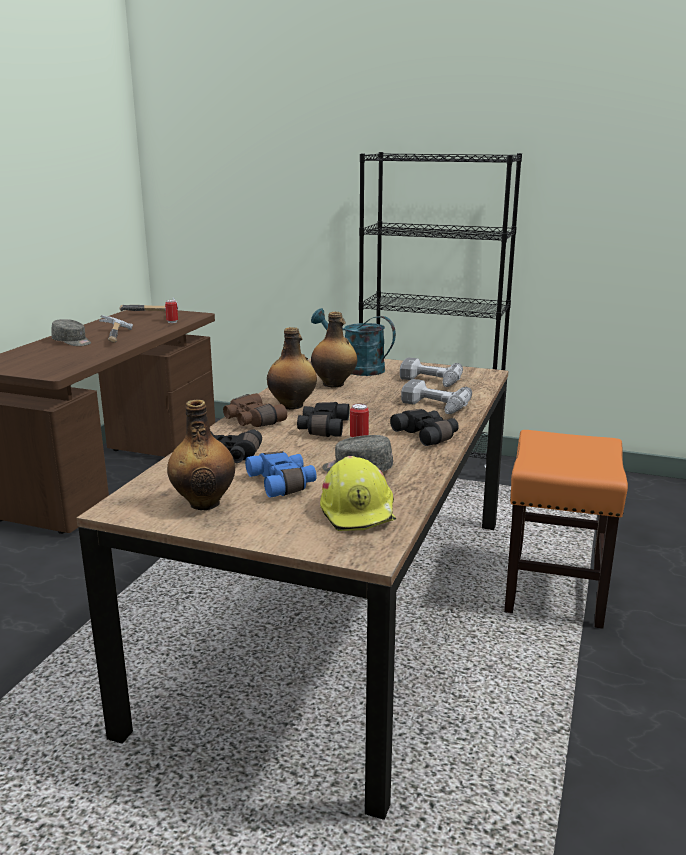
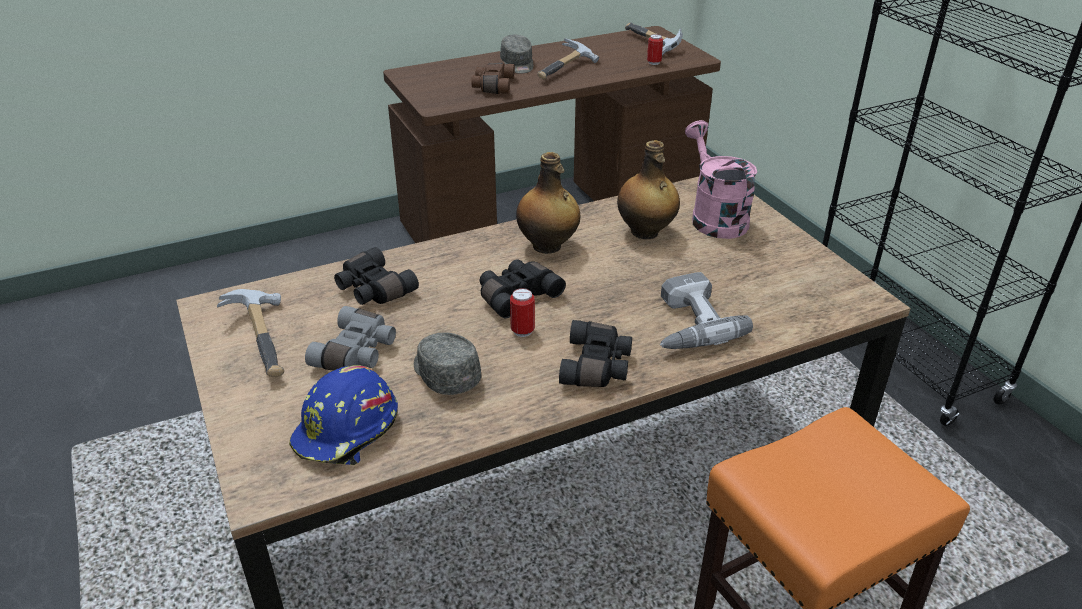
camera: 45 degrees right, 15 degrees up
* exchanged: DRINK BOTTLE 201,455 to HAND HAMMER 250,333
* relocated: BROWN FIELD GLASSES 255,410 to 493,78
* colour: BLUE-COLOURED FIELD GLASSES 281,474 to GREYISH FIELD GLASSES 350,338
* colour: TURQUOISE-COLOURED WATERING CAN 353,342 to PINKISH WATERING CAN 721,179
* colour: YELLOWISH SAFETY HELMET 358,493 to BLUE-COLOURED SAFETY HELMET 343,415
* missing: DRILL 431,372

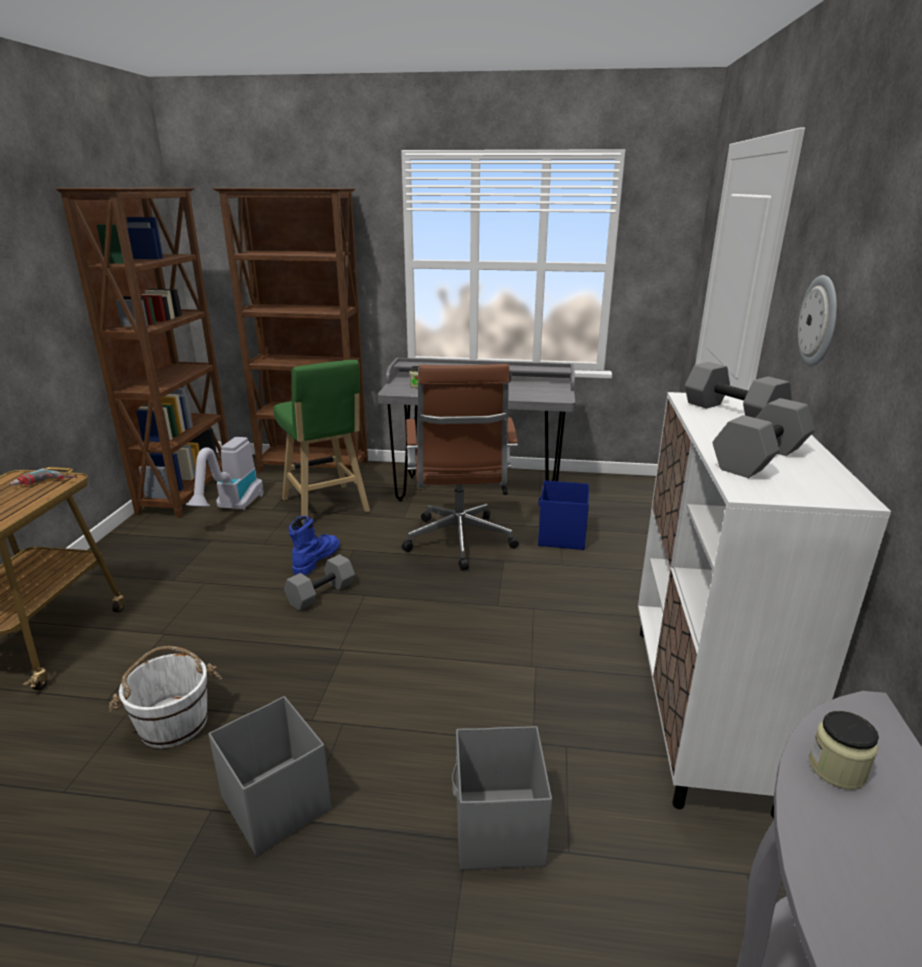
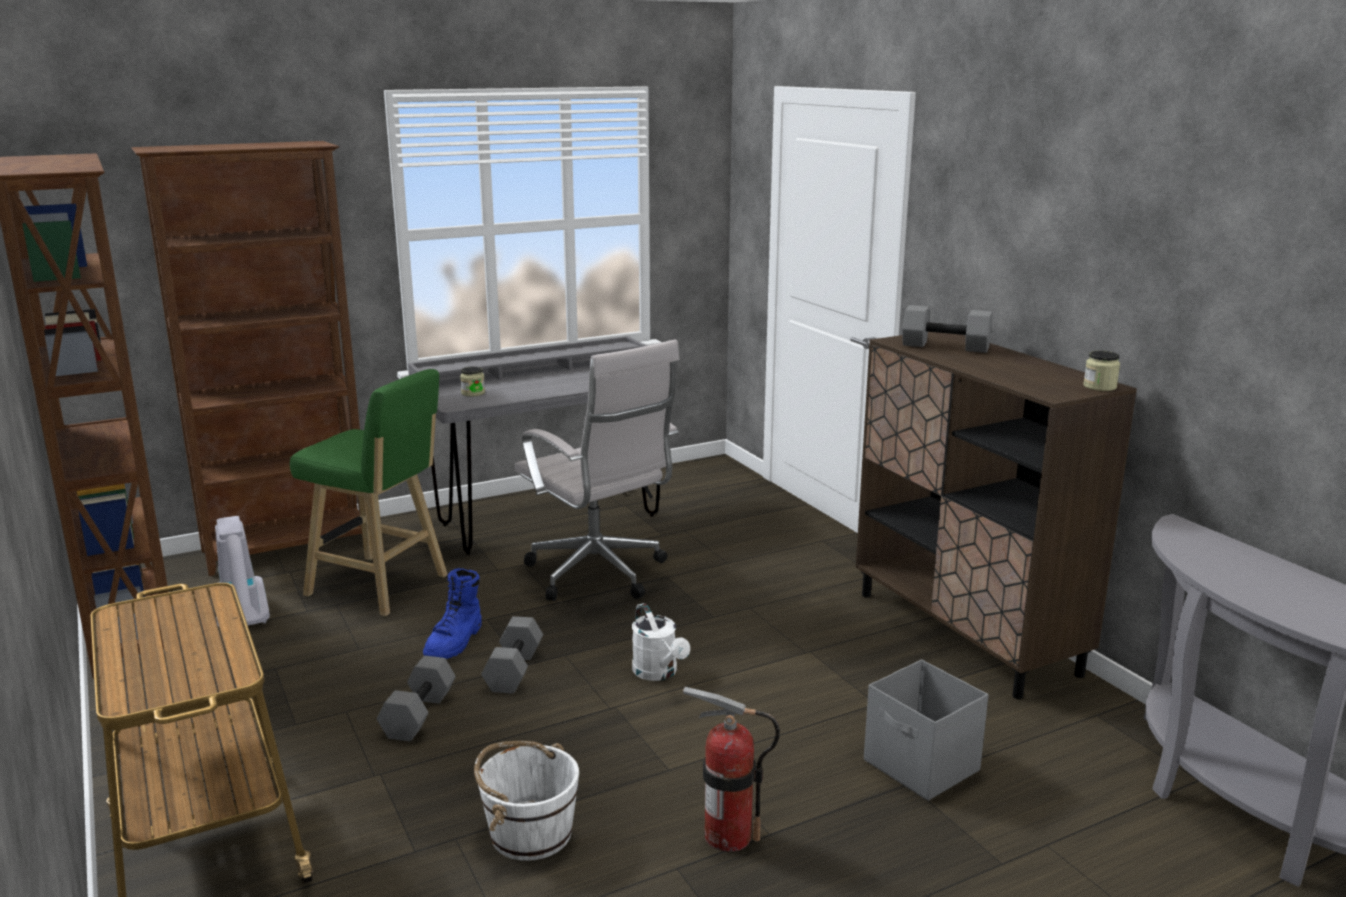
camera: 35 degrees left, 5 degrees down
* missing: DRILL 43,477
* exchanged: GREYISH STORAGE BOX 269,776 to FIRE-FIGHTING CYLINDER 731,769
* spun: BLUE-COLOURED TALL BOOT 314,545 = 452,613 150 degrees counterclockwise
* colour: BROWN DESK CHAIR 460,467 to WHITISH DESK CHAIR 597,470
* missing: BLUE-COLOURED STORAGE BOX 563,515
* colour: WHITISH CUPBOARD 764,605 to BROWN CUPBOARD 996,515
* relocated: GREYISH FREE WEIGHT 764,438 to 416,698
* missing: CLOCK ON THE WALL 817,320
* relocated: PRESERVE JAR 844,750 to 1101,371
* appeared: WHITISH WATERING CAN 661,642

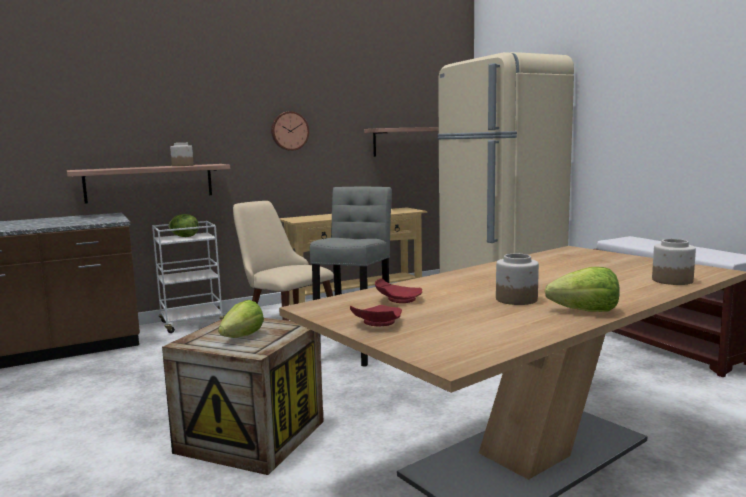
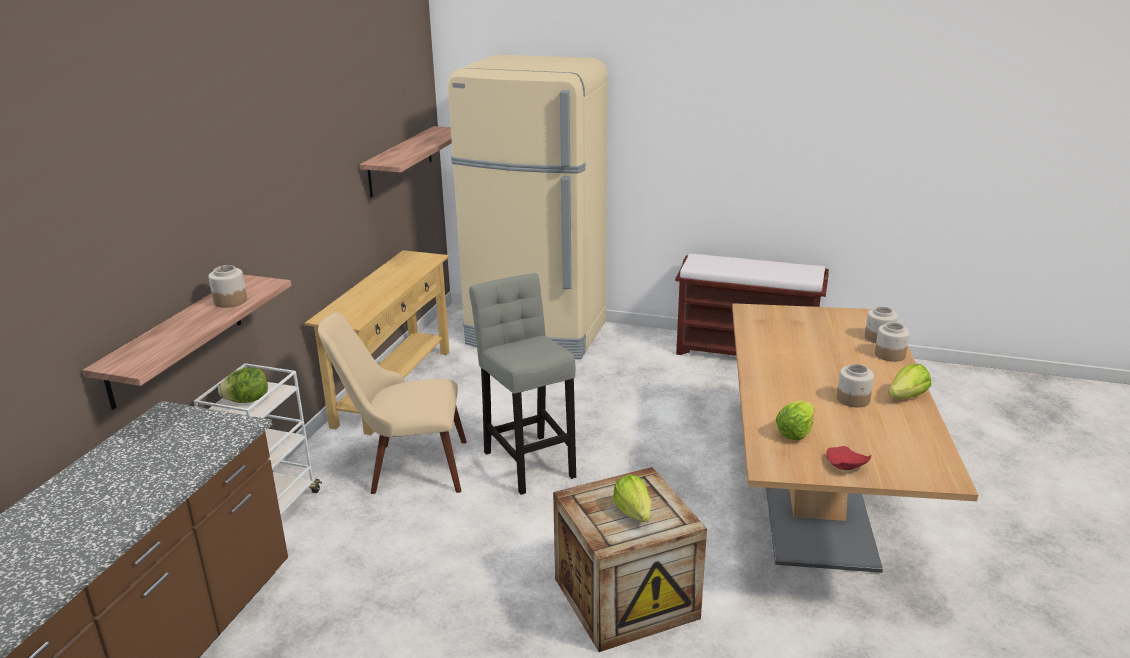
camera: 45 degrees left, 15 degrees up
* missing: CLOCK ON THE WALL 290,131
* exchanged: REDDISH DINNER PLATE 398,290 to LETTUCE 795,420
* appeared: PRESERVE JAR 892,342

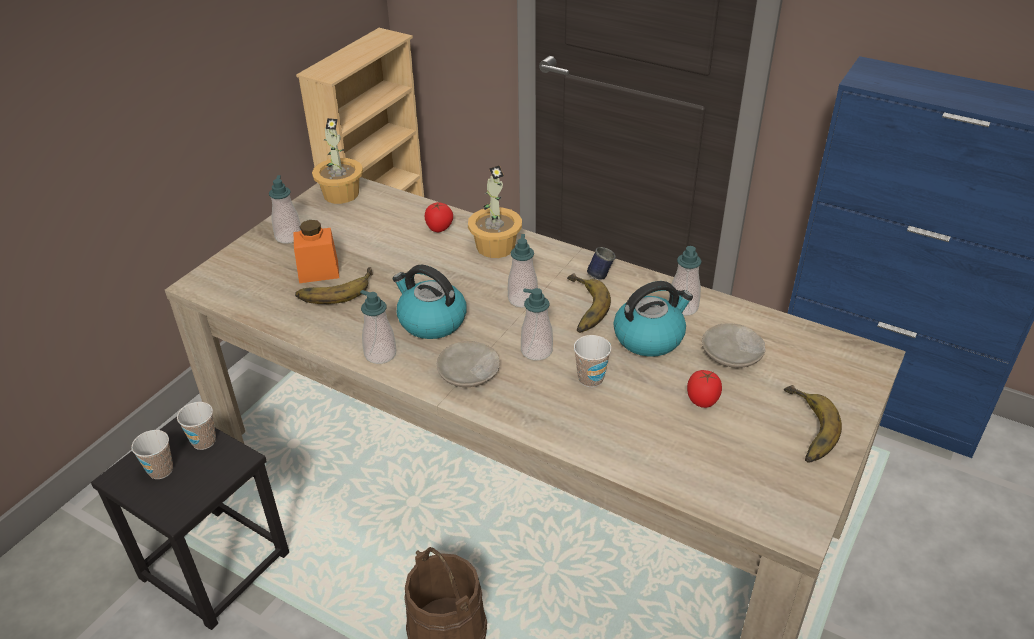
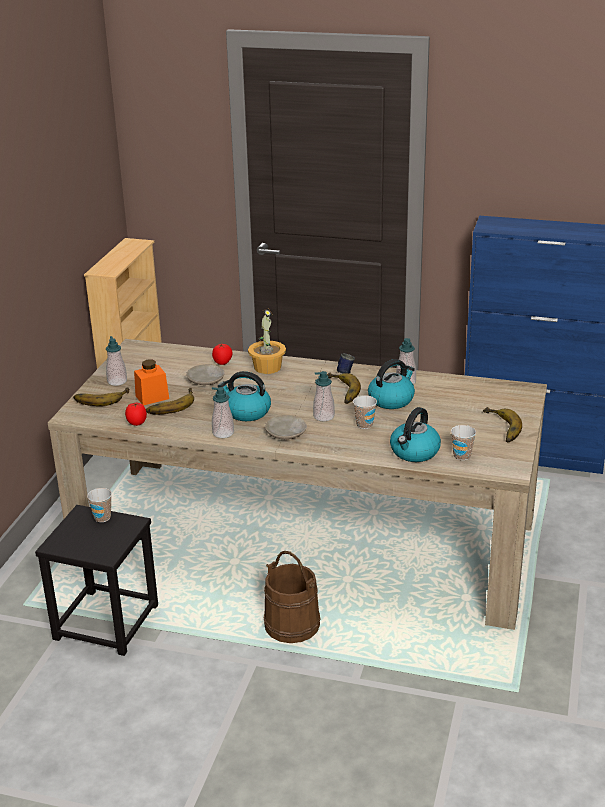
camera: 15 degrees left, 10 degrees down
* relocated: CUP 152,454 to 463,442
* missing: POTTED PLANT 337,161
* missing: LIQUID SOAP BOTTLE 523,271
* relocated: FRESH TOMATO 704,389 to 136,414
* relocated: BEIGE DINNER PLATE 733,345 to 205,374
* appeared: BANANA 101,396
* appeared: KETTLE 415,434

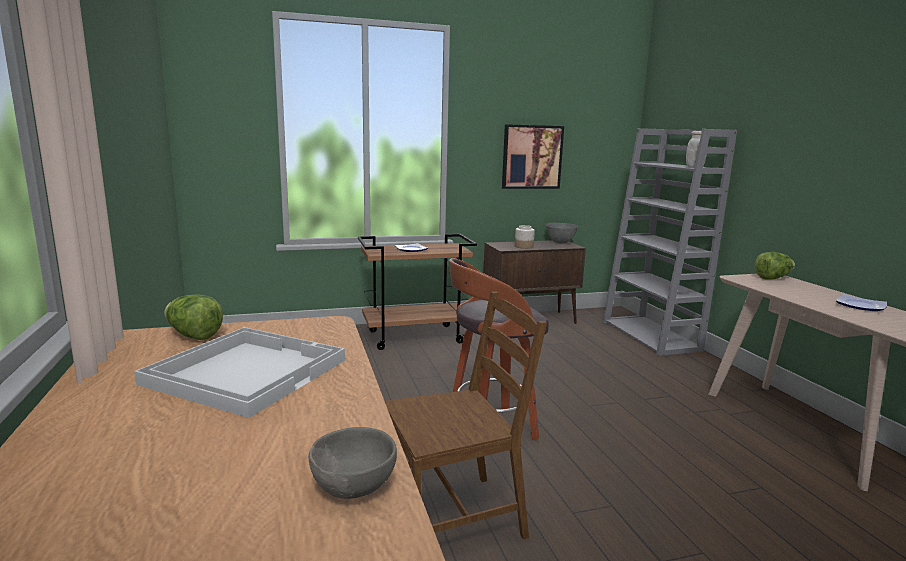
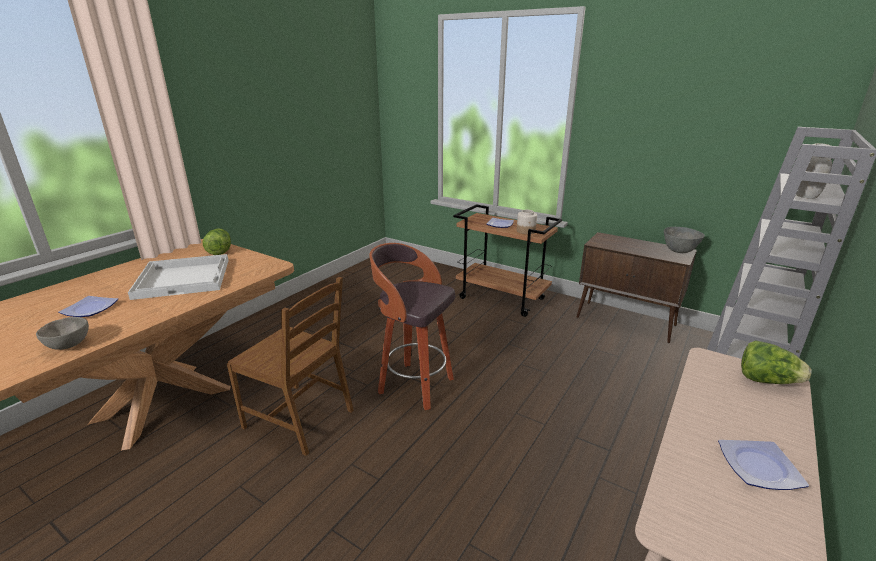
camera: 50 degrees right, 10 degrees up
* missing: PICTURE 533,156
* relocated: PRESERVE JAR 525,237 to 527,222
* appeared: DINNER PLATE 88,306

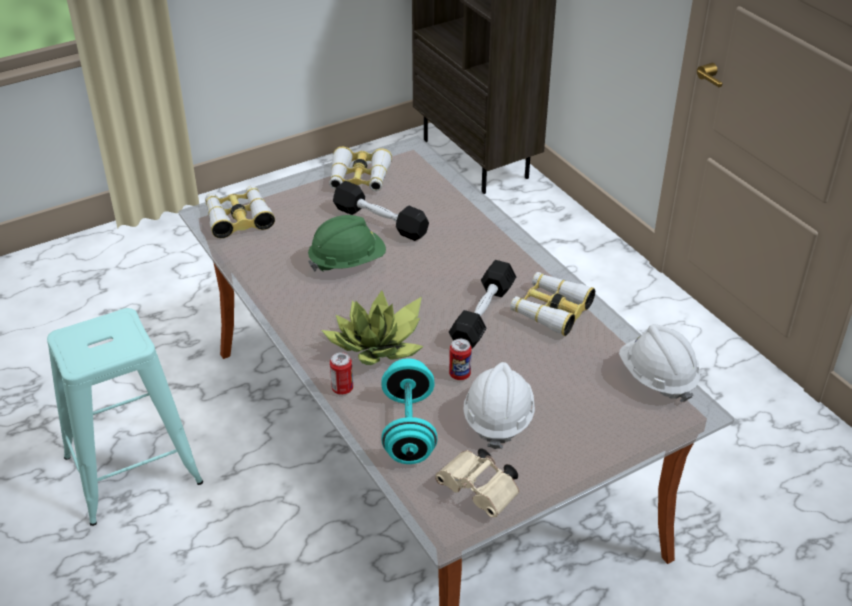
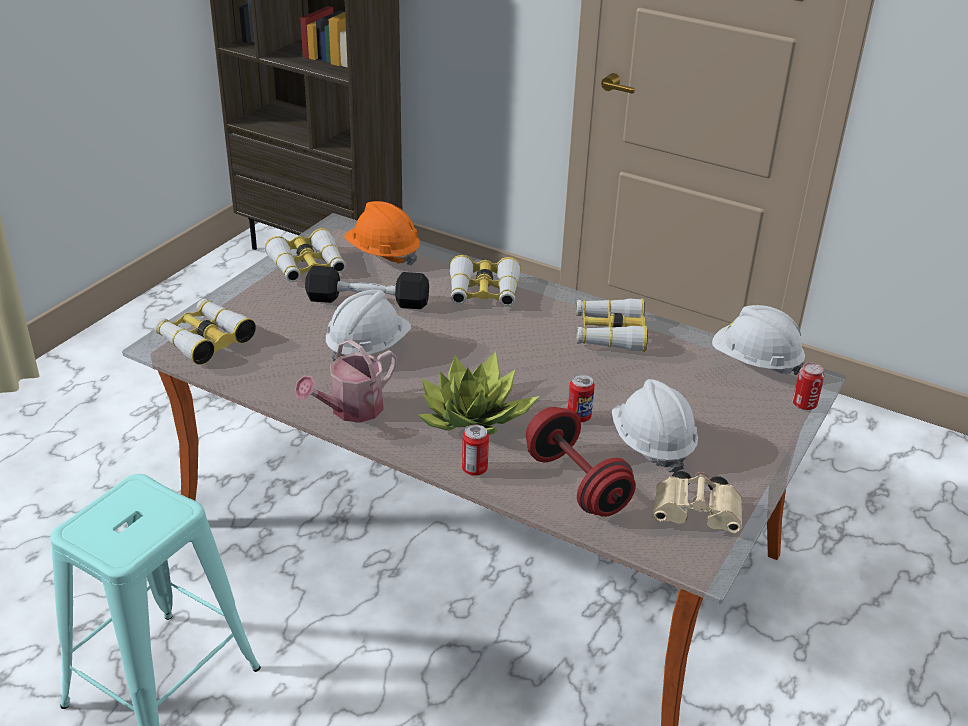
camera: 30 degrees left, 5 degrees down
* colour: GREENISH SAFETY HELMET 347,243 to WHITISH SAFETY HELMET 368,325
* colour: TURQUOISE-COLOURED FREE WEIGHT 409,411 to REDDISH FREE WEIGHT 581,462
* missing: BLACKISH FREE WEIGHT 482,304
* appeared: WATERING CAN 346,381
* appeared: ORANGEY SAFETY HELMET 382,233
* appeared: FIELD GLASSES 485,281
* appeared: CAN 808,386

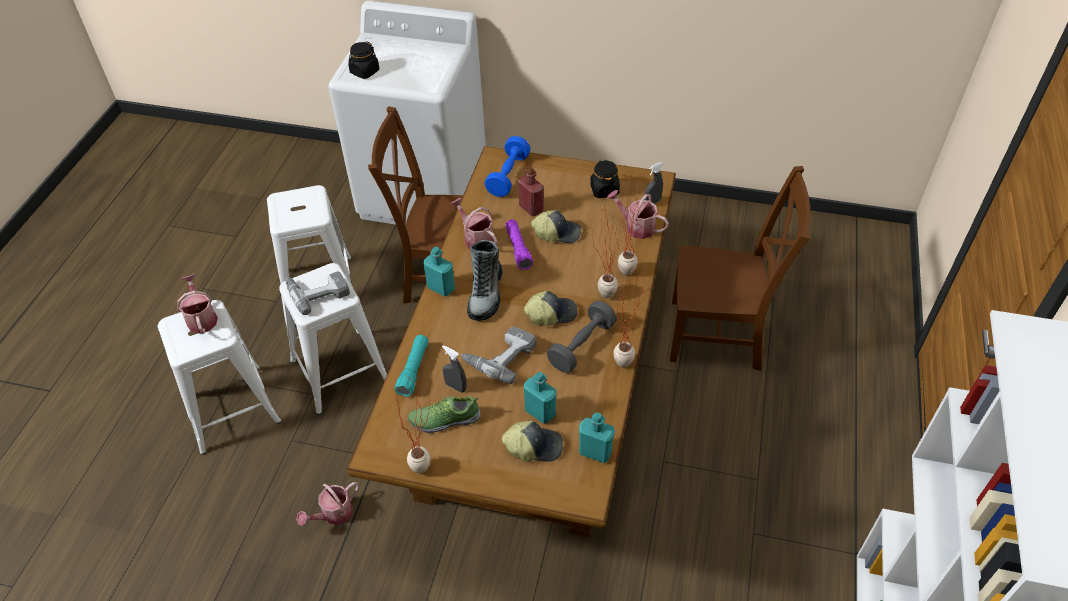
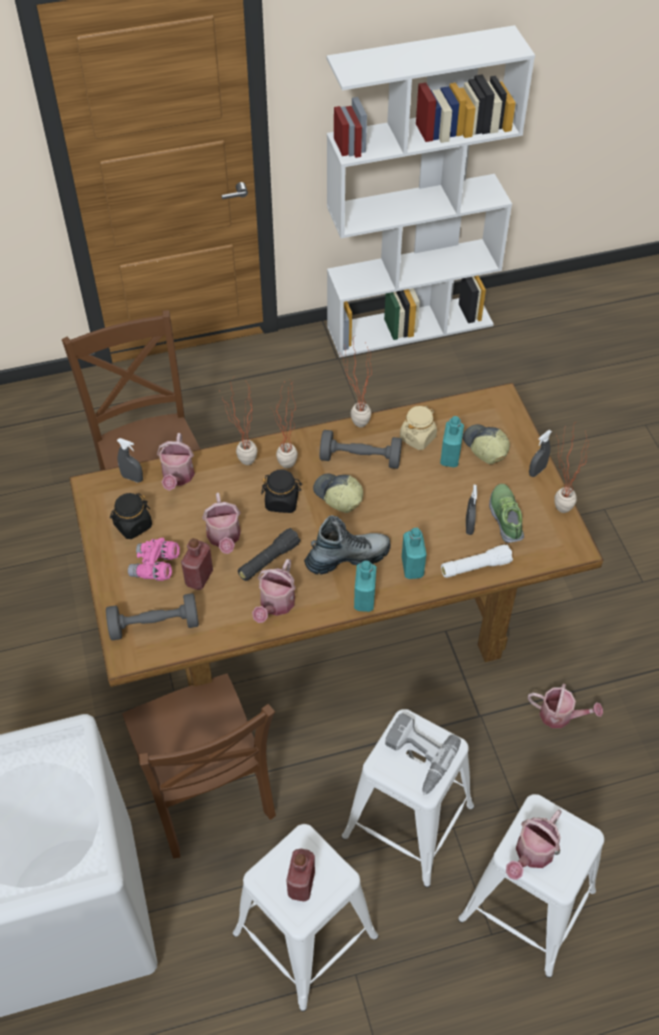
camera: 120 degrees left, 5 degrees up
* relocated: BLACKISH PRESERVE JAR 363,60 to 281,491
* colour: TURQUOISE-COLOURED TORCH 411,366 to WHITISH TORCH 477,561
* spun: ITEM OF FOOTWEAR 444,414 = 506,513 150 degrees counterclockwise
* missing: DRILL 499,355
* colour: BLUE-COLOURED FREE WEIGHT 508,166 to GREYISH FREE WEIGHT 152,617
* colour: PURPLE TORCH 519,244 to BLACKISH TORCH 269,554
* exchanged: PEAKED CAP 556,226 to WATERING CAN 221,523
* relocated: TURQUOISE-COLOURED DRINK BOTTLE 597,437 to 414,553
* appeared: PINKISH FIELD GLASSES 154,559
* appeared: REDDISH DRINK BOTTLE 300,875
* appeared: BEIGE PRESERVE JAR 418,428
* appeared: GREYISH SPRAYER 540,453

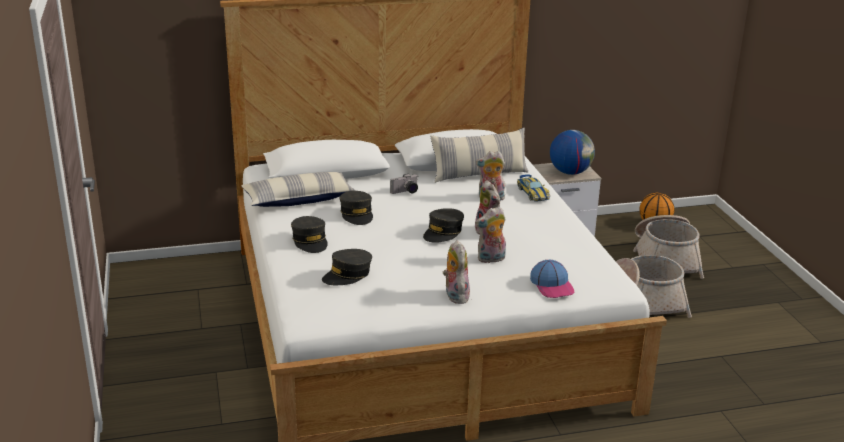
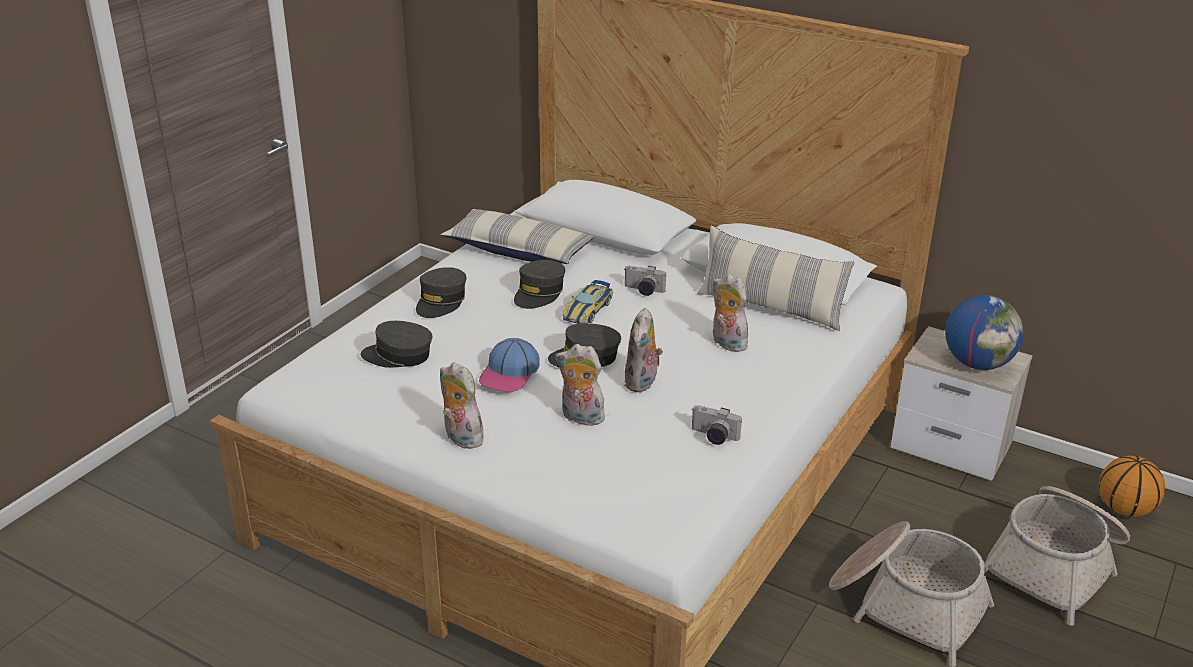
camera: 45 degrees right, 5 degrees up
* spun: PLUSH TOY 456,272 = 462,405 75 degrees counterclockwise
* relocated: TOY CAR 533,187 to 588,302
* relocated: PEAKED CAP 552,279 to 509,365
* appeared: PHOTO CAMERA 717,425

